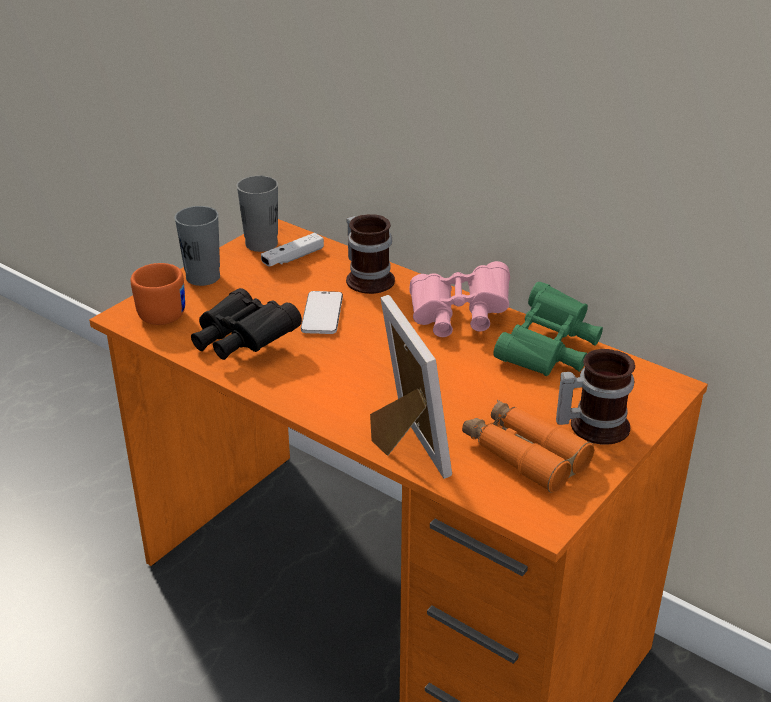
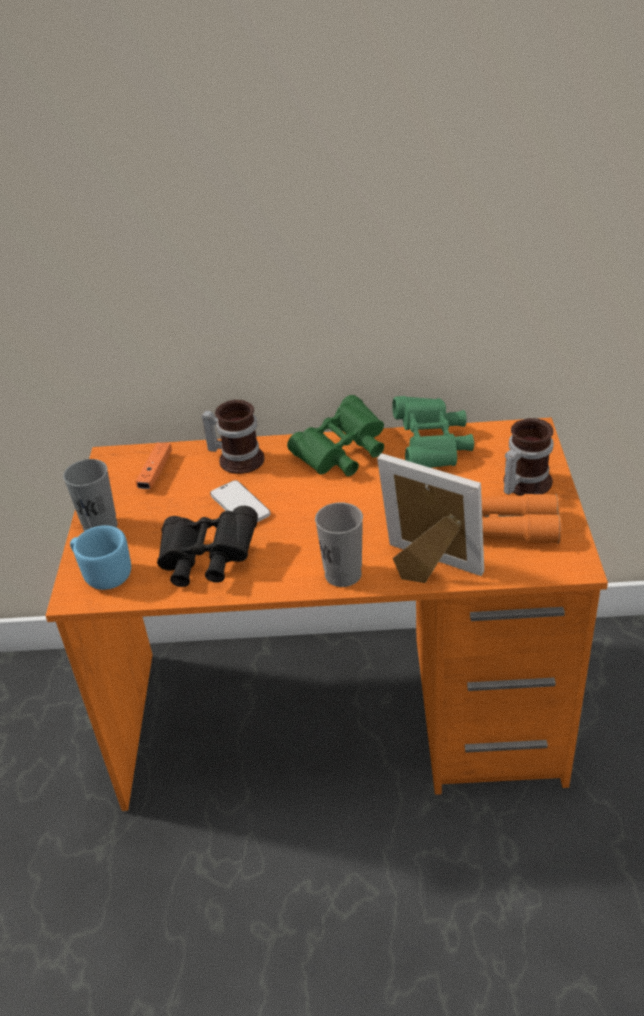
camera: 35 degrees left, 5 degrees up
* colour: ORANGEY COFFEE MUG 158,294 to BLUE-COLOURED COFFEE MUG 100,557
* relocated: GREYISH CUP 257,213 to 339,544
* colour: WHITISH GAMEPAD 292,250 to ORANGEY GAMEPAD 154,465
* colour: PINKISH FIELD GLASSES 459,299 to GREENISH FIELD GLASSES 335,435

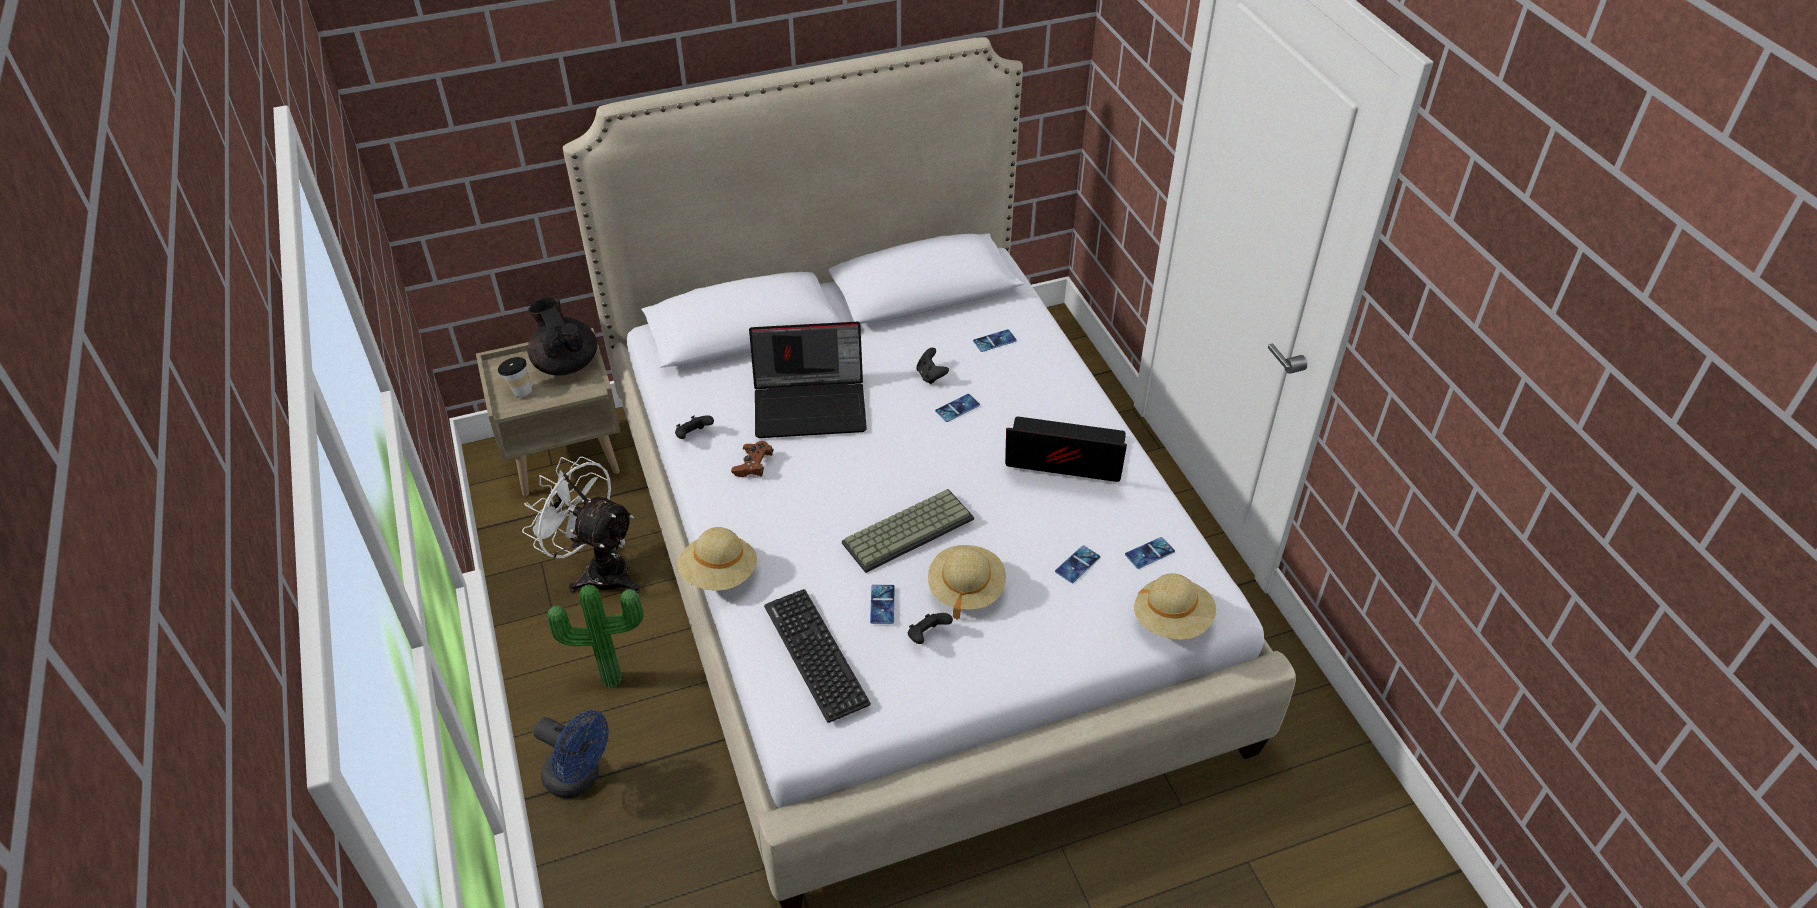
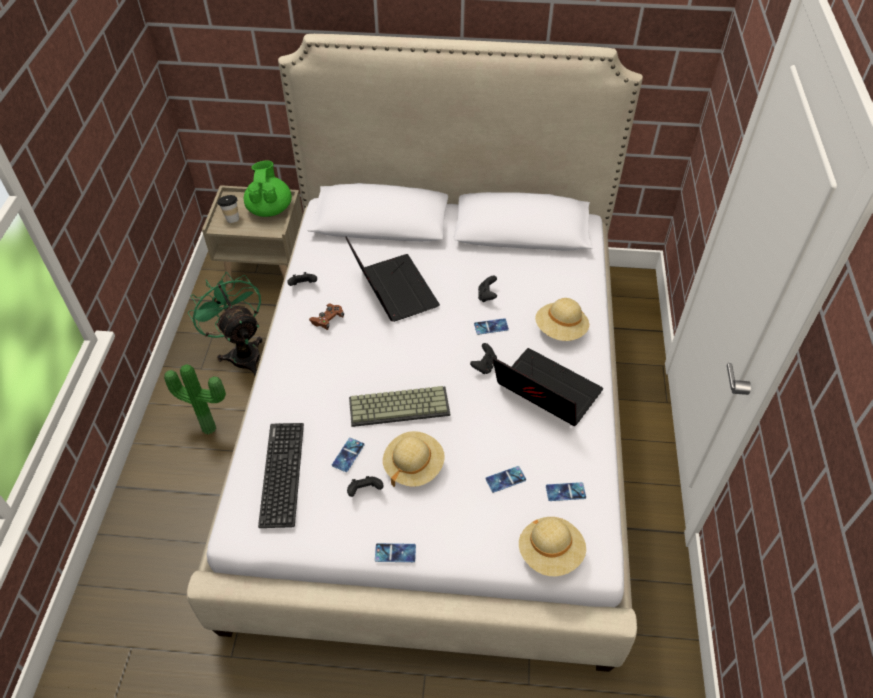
camera: 25 degrees right, 5 degrees up
* colour: WHITISH FAN 581,524 to GREENISH FAN 225,324
* colour: BLACKISH TEAPOT 562,335 to GREENISH TEAPOT 268,188
* missing: BLUE-COLOURED FAN 571,754
* relocated: BEIGE HAT 717,559 to 562,319
* spun: NOTEBOOK COMPUTER 808,380 = 392,279 135 degrees counterclockwise
* relocated: TELEPHONE 995,340 to 395,552
* appeared: BLACKISH GAMEPAD 483,358

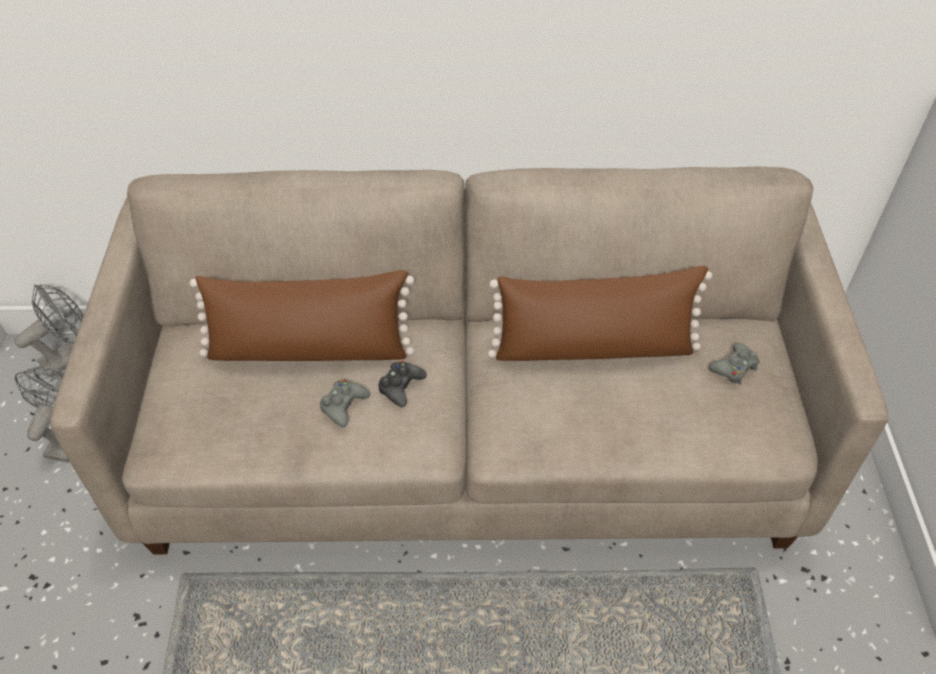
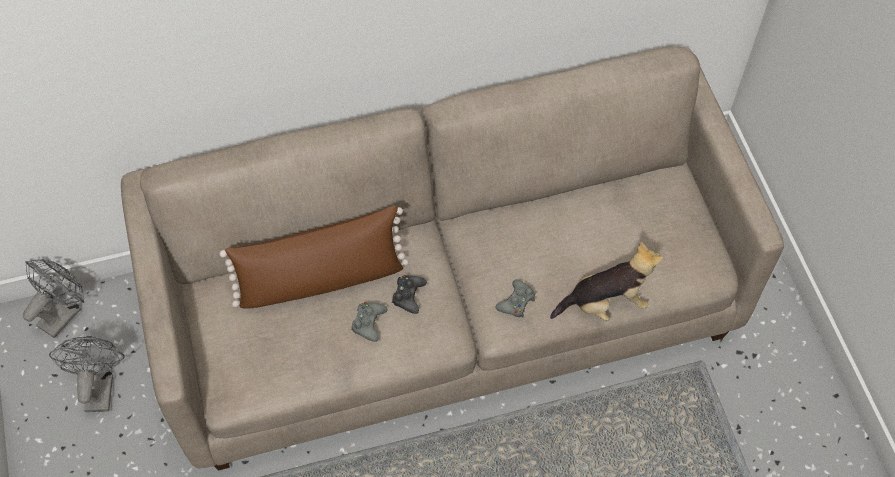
camera: 15 degrees left, 10 degrees up
* missing: BROWN PILLOW 600,313
* relocated: GREYISH GAMEPAD 734,363 to 515,298
* appeared: PLUSH TOY 606,281

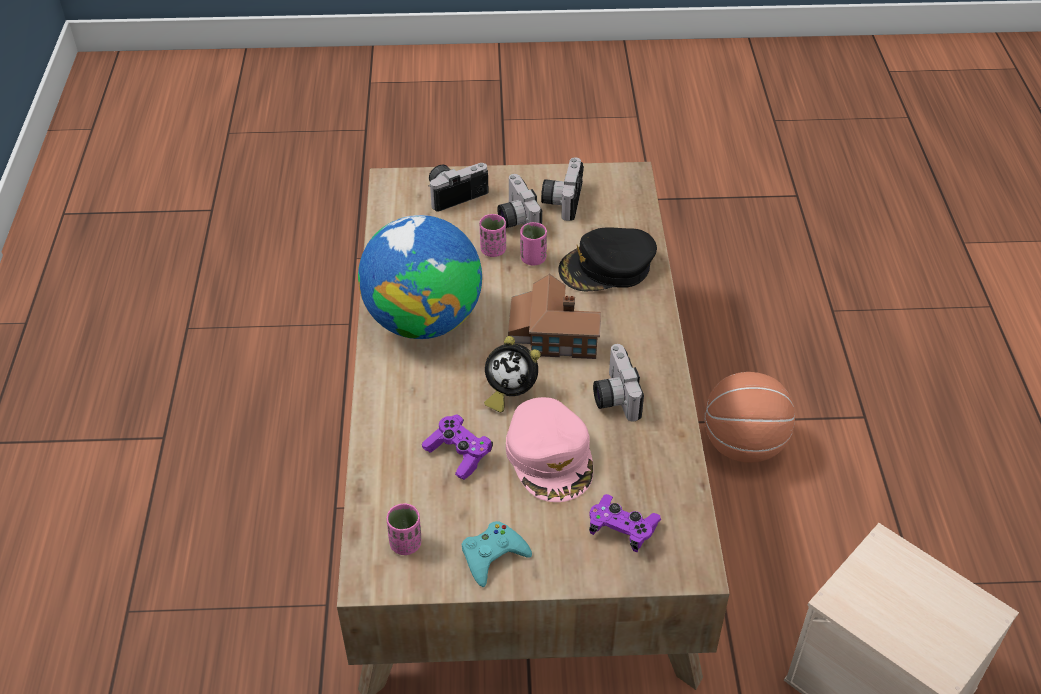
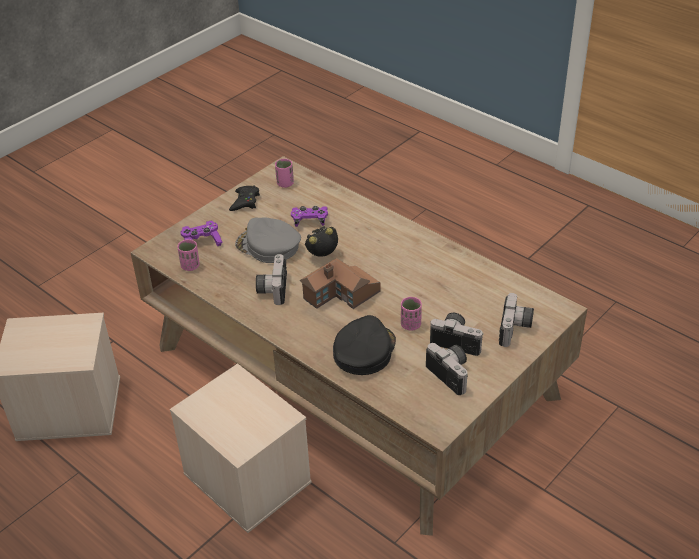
camera: 135 degrees right, 5 degrees down
* missing: DESK GLOBE 420,277
* colour: TURQUOISE-COLOURED GAMEPAD 497,554 to BLACKISH GAMEPAD 244,198
* relocated: PINKISH CUP 493,235 to 188,255
* colour: PINKISH PEAKED CAP 549,449 to GREYISH PEAKED CAP 268,240
* spun: PHOTO CAMERA 618,383 = 271,279 120 degrees counterclockwise
* exchanged: BASKETBALL BALL 749,417 to BEIGE STORAGE BOX 241,448

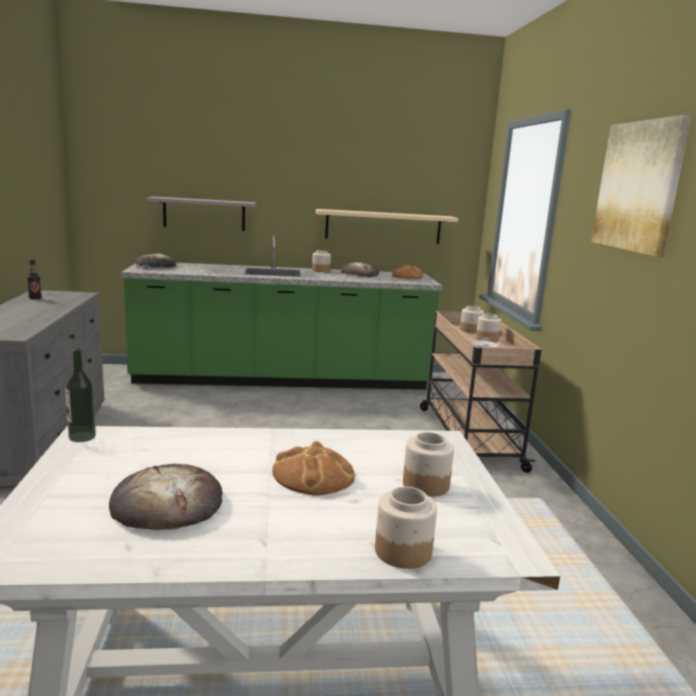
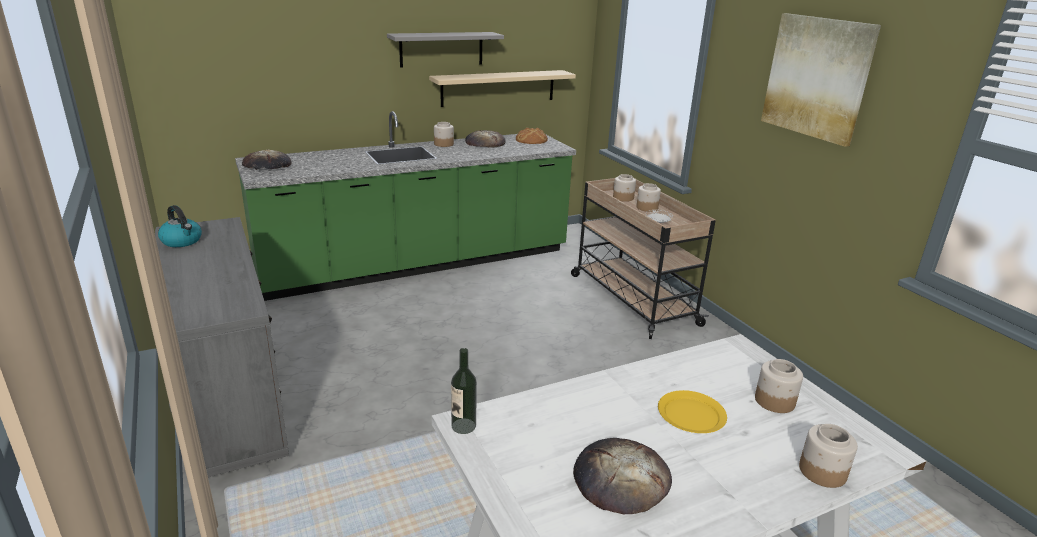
camera: 20 degrees left, 10 degrees up
* exchanged: DRINK BOTTLE 34,279 to KETTLE 180,226
* relocated: GREYISH WALL SHELF 201,213 to 445,50
* exchanged: BAKED BREAD 313,468 to YELLOWISH DINNER PLATE 692,411

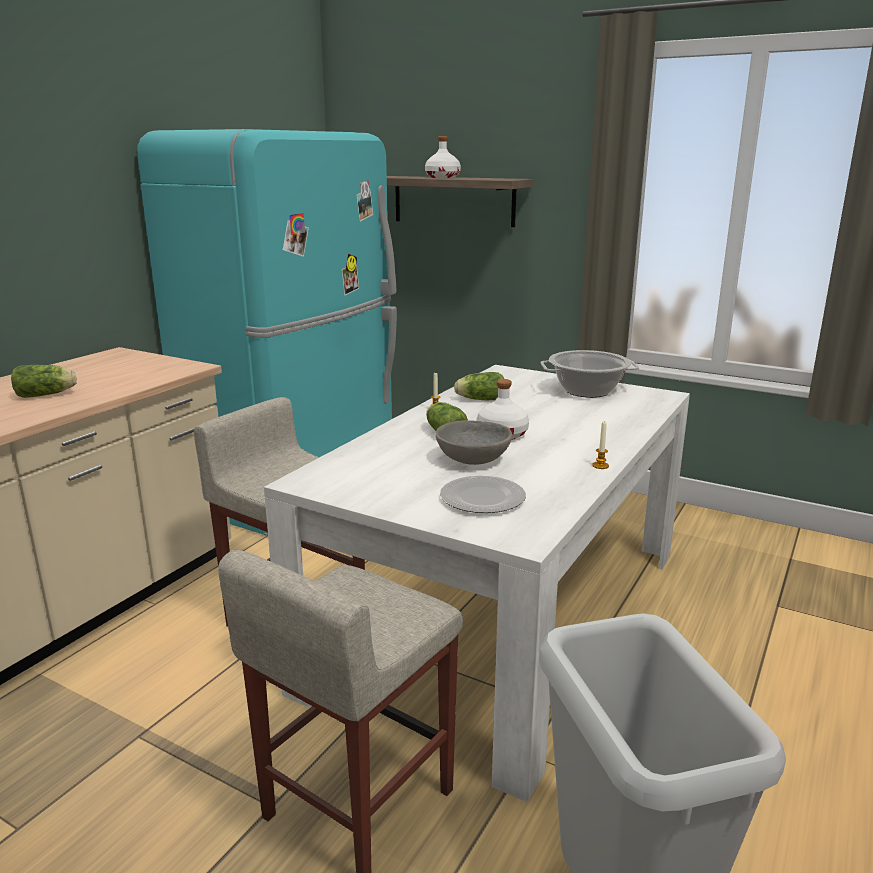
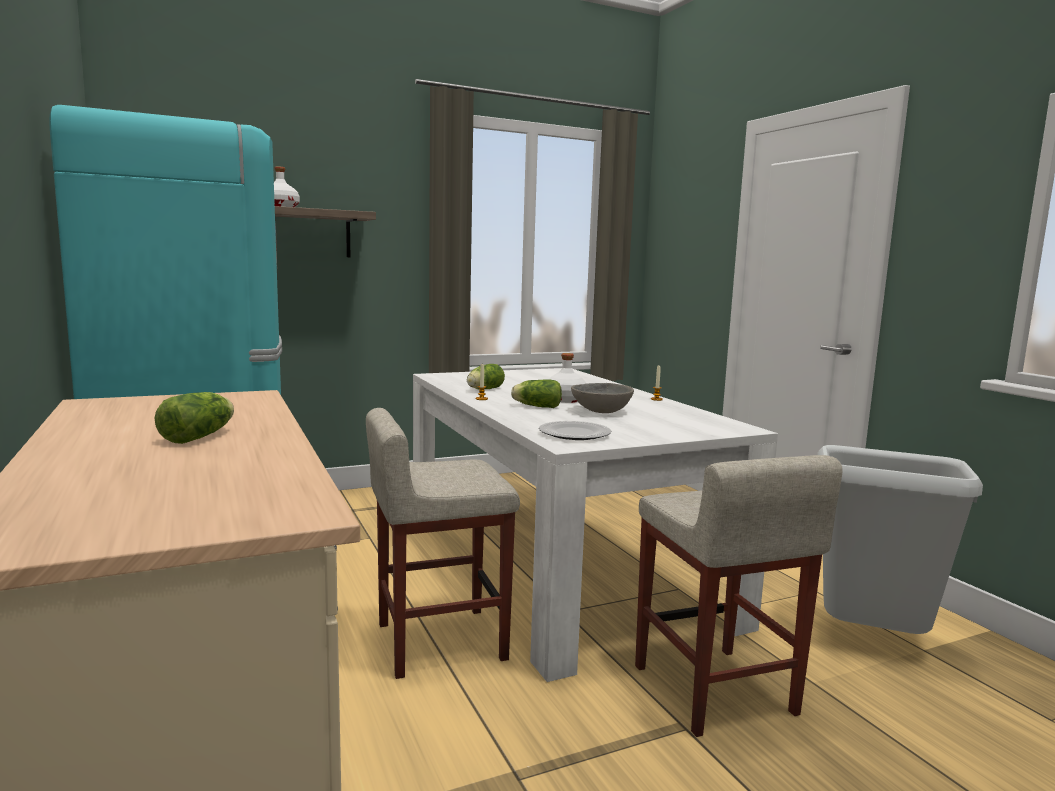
camera: 55 degrees left, 10 degrees down
* relocated: DINNER PLATE 483,494 to 575,430
* missing: COOKING POT 590,374

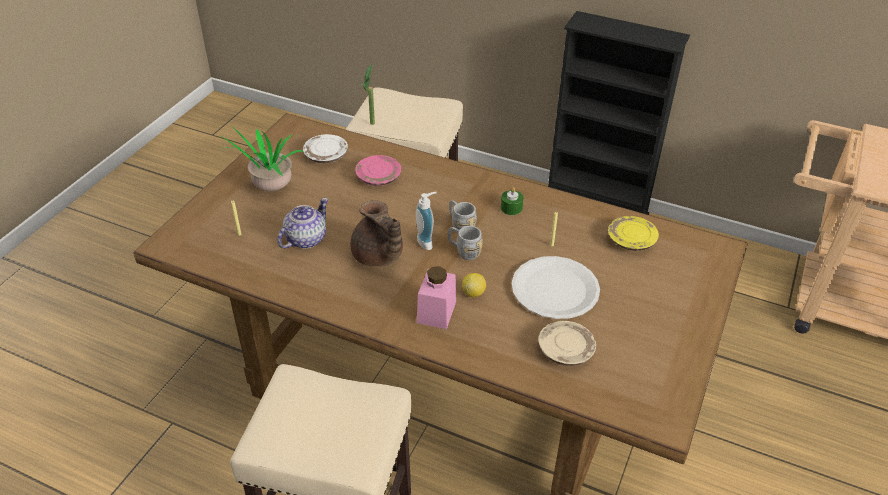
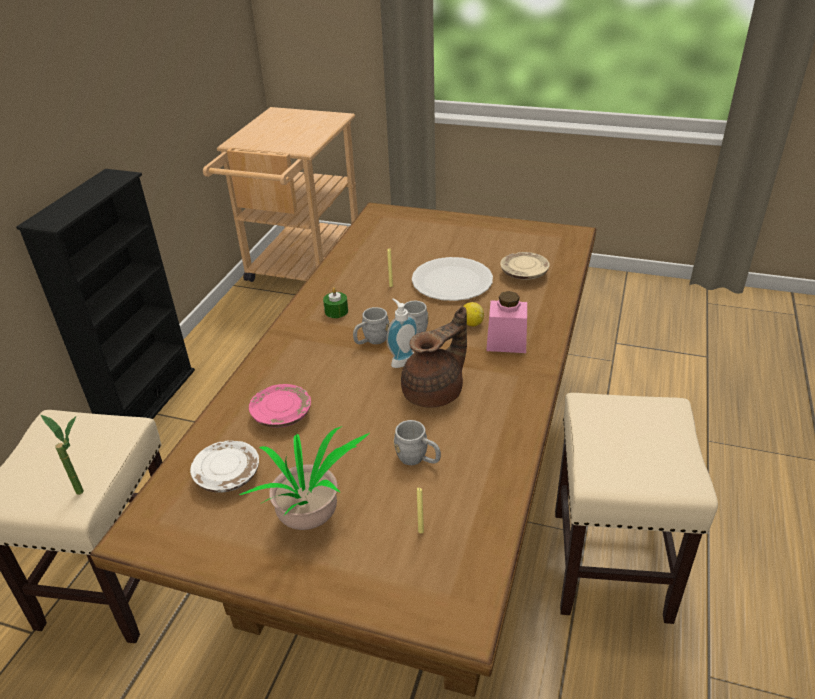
camera: 95 degrees left, 5 degrees down
* exchanged: TEAPOT 302,223 to GREYISH COFFEE MUG 417,442
* missing: YELLOWISH DINNER PLATE 633,233

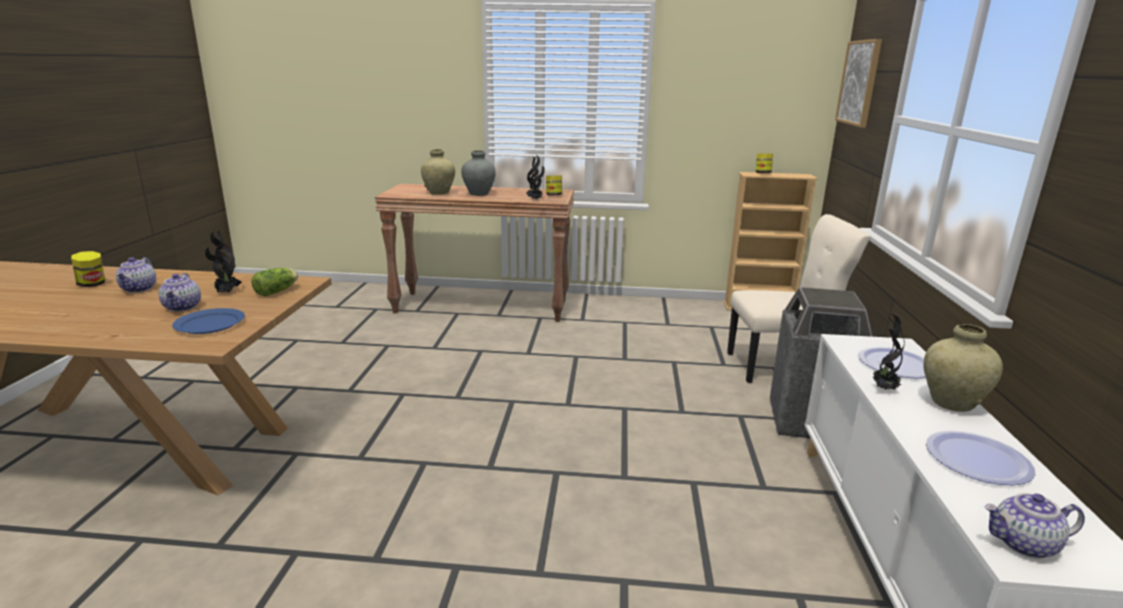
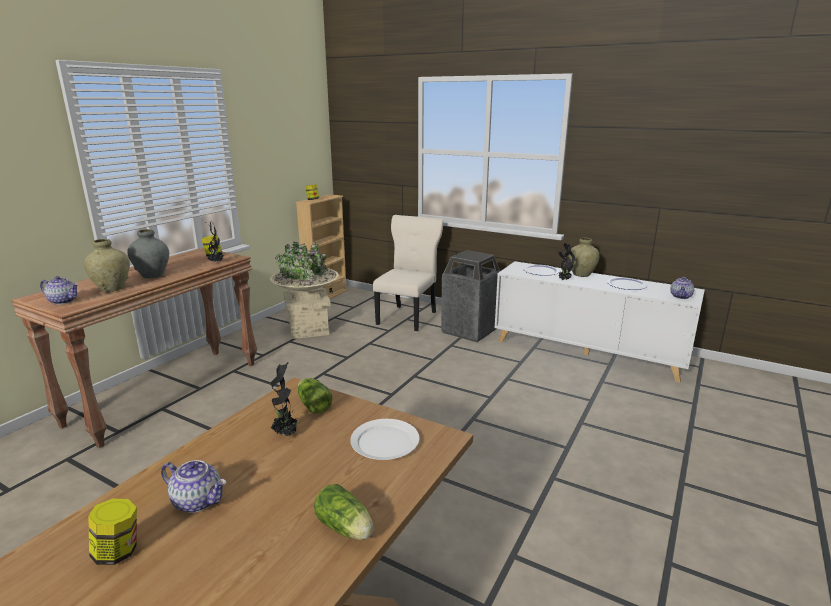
camera: 65 degrees left, 0 degrees up
* relocated: TEAPOT 180,292 to 59,290
* colour: BLUE-COLOURED DINNER PLATE 208,321 to WHITISH DINNER PLATE 384,439
* missing: PICTURE 858,83
* appeared: BEIGE FLOWER POT 304,290
* appeared: LETTUCE 344,512

